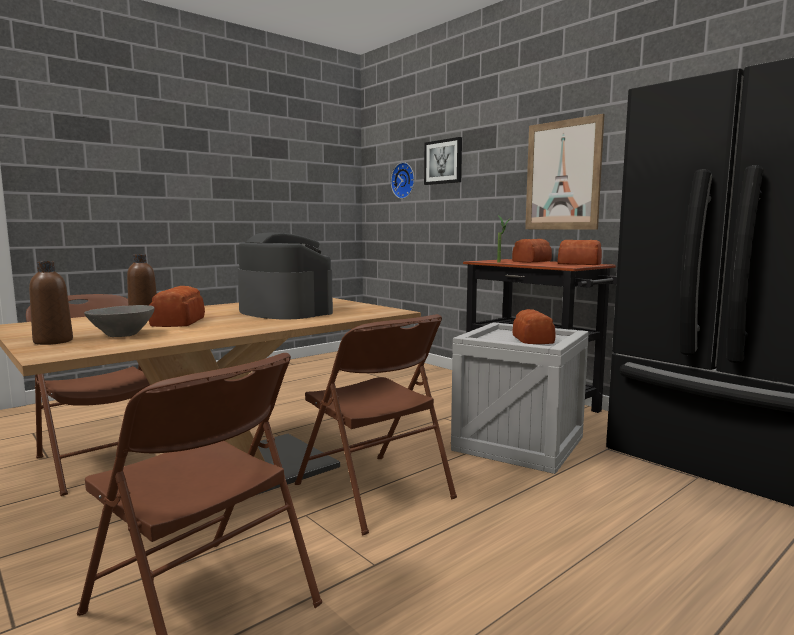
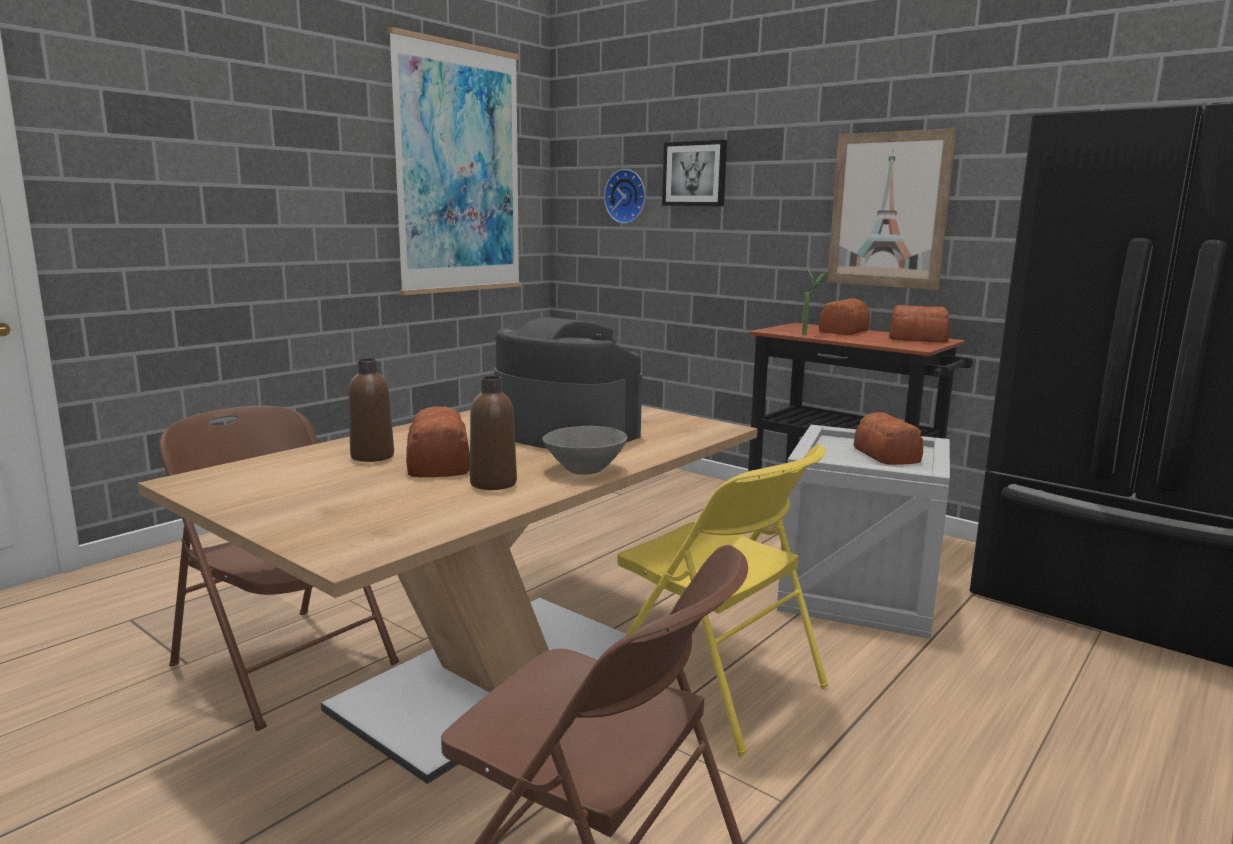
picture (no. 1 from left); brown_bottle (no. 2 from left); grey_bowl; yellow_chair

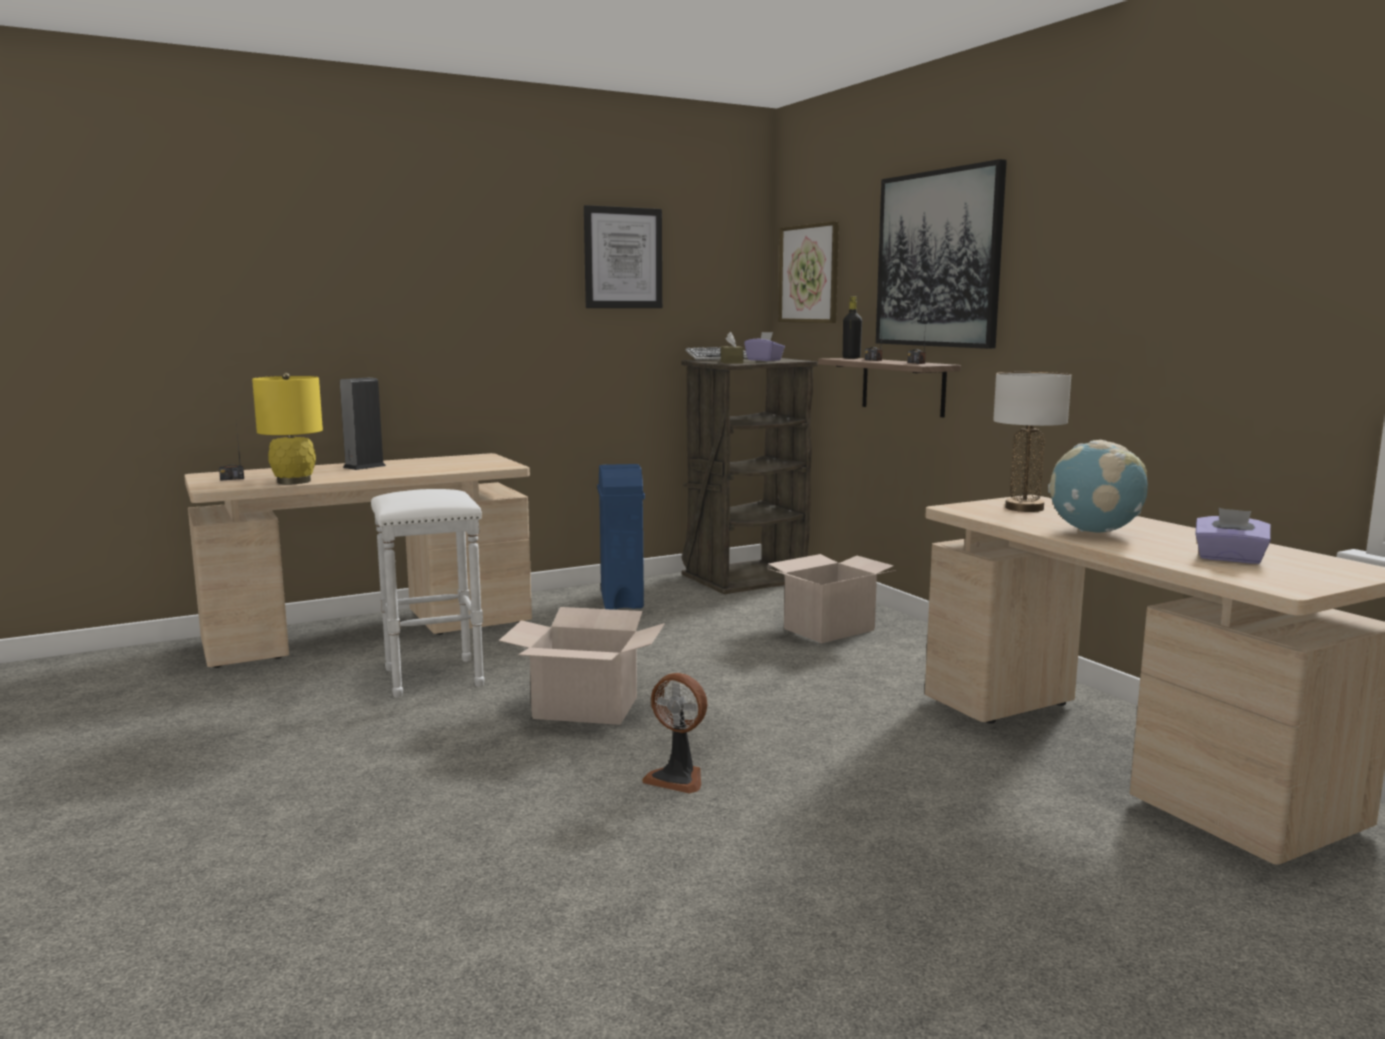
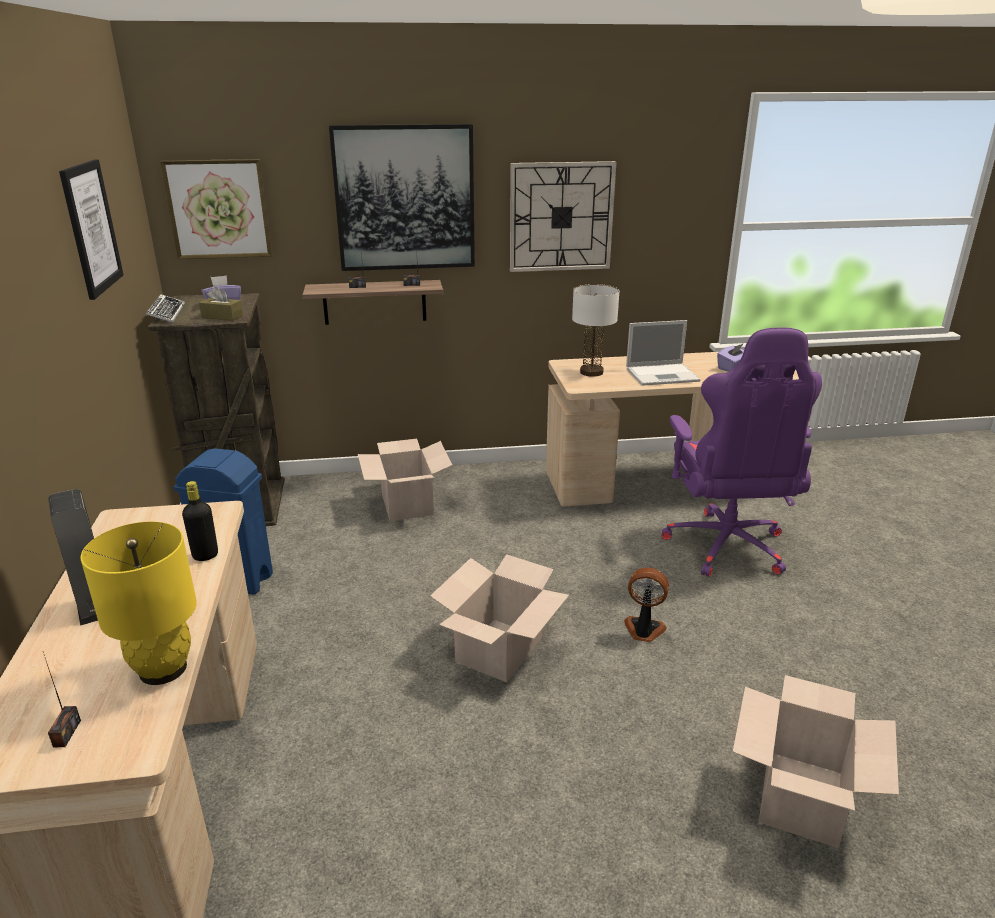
black_bottle; wall_clock; fan; laptop; purple_office_chair; cardboard_box (no. 3 from left); white_stool

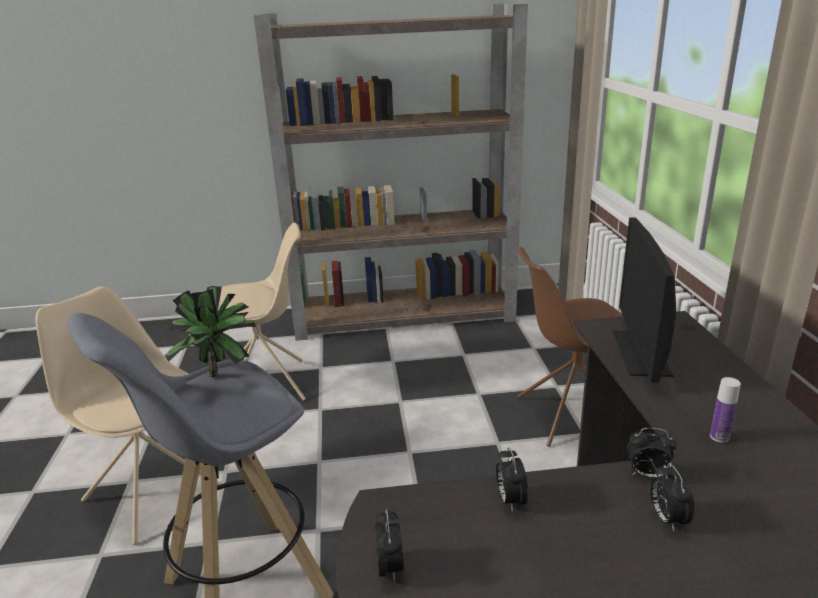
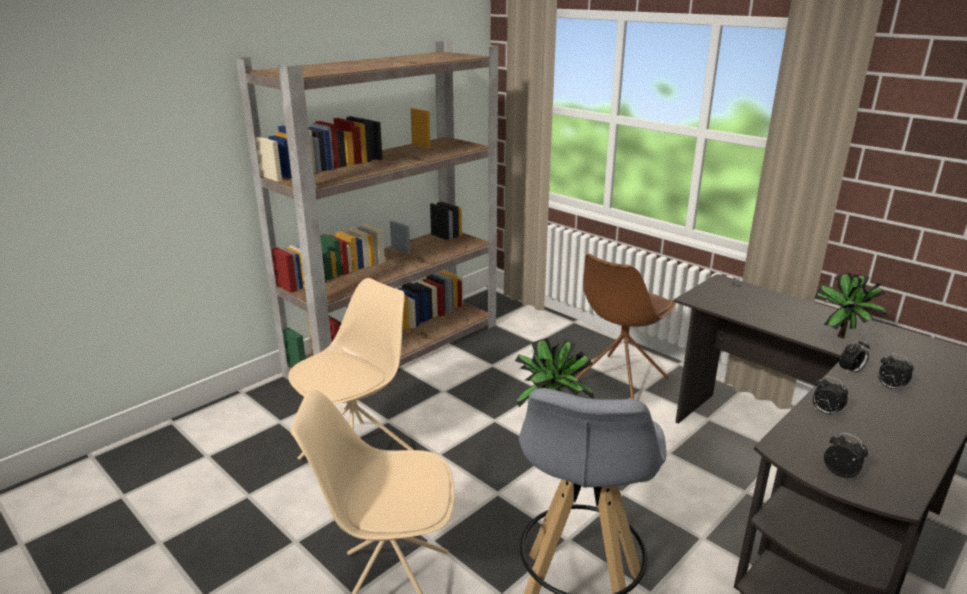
potted_plant (no. 2 from left); monitor

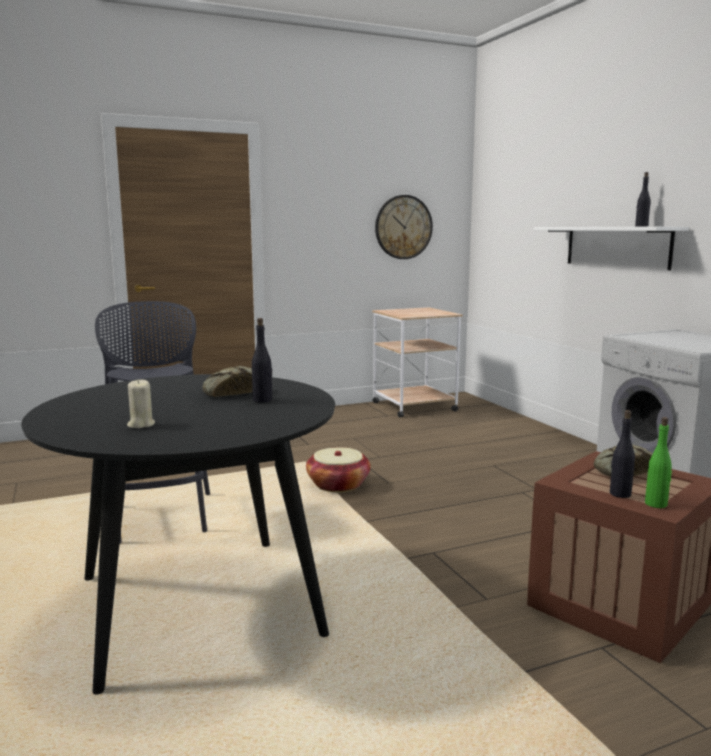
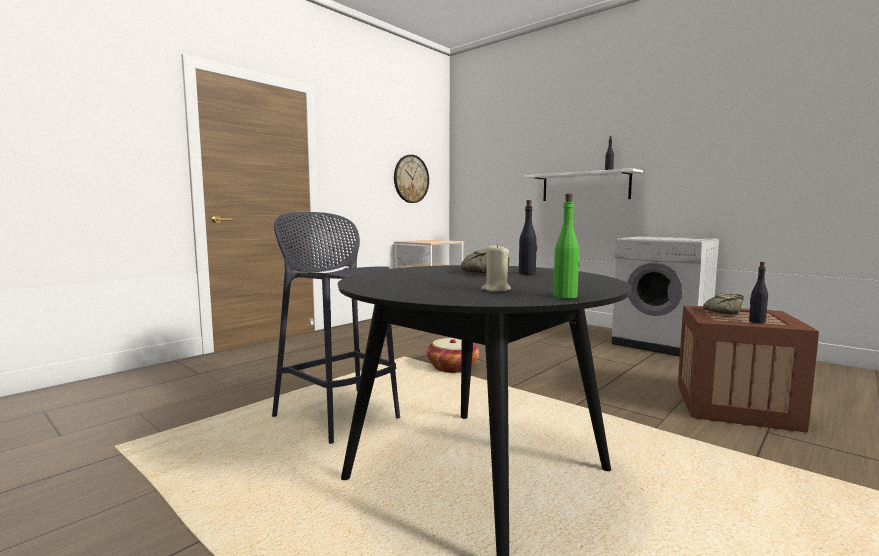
green_bottle

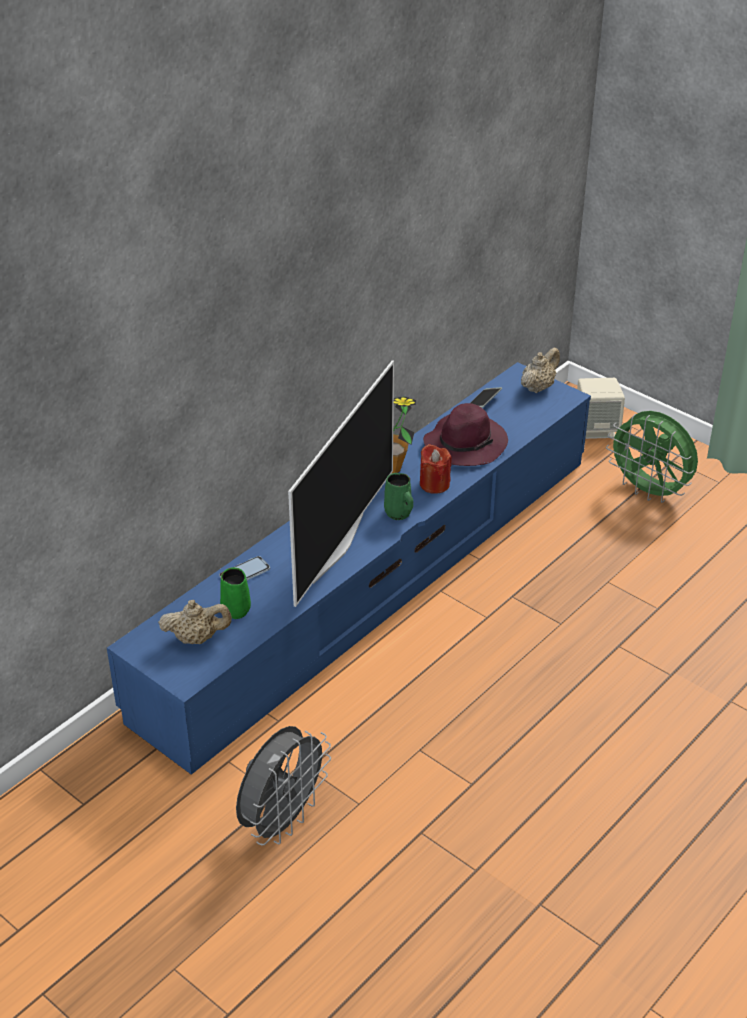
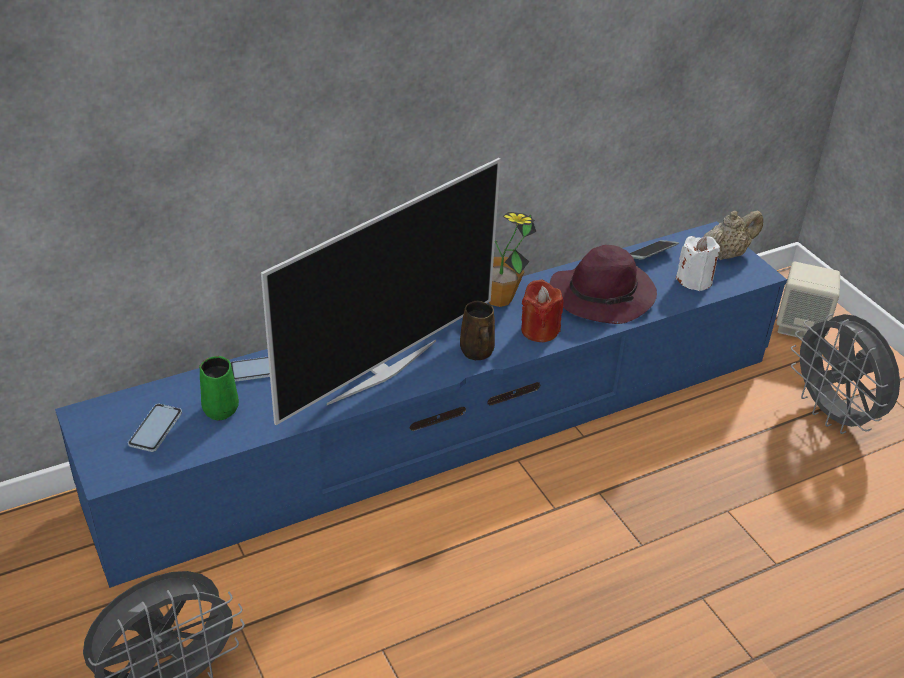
phone (no. 1 from left); brown_mug; white_candle; grey_fan (no. 2 from left)

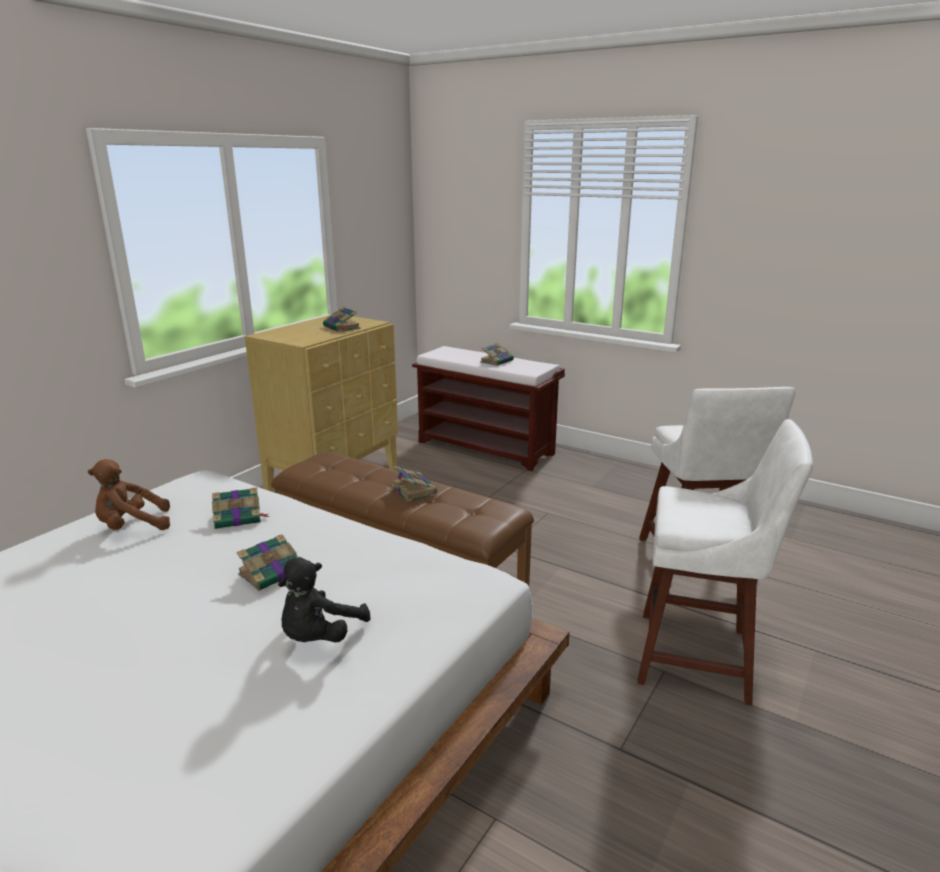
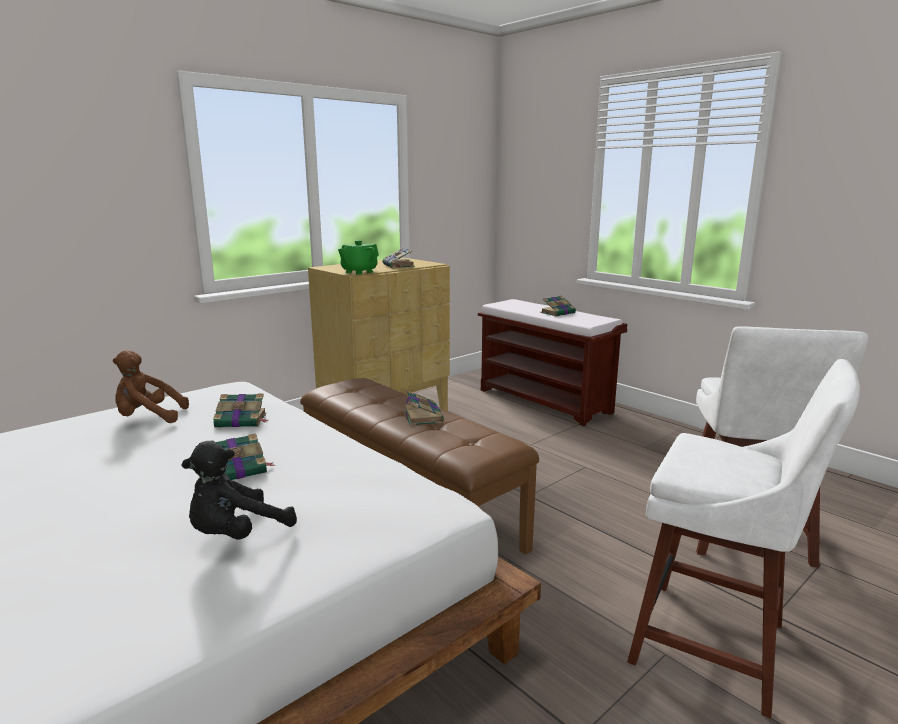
green_teapot

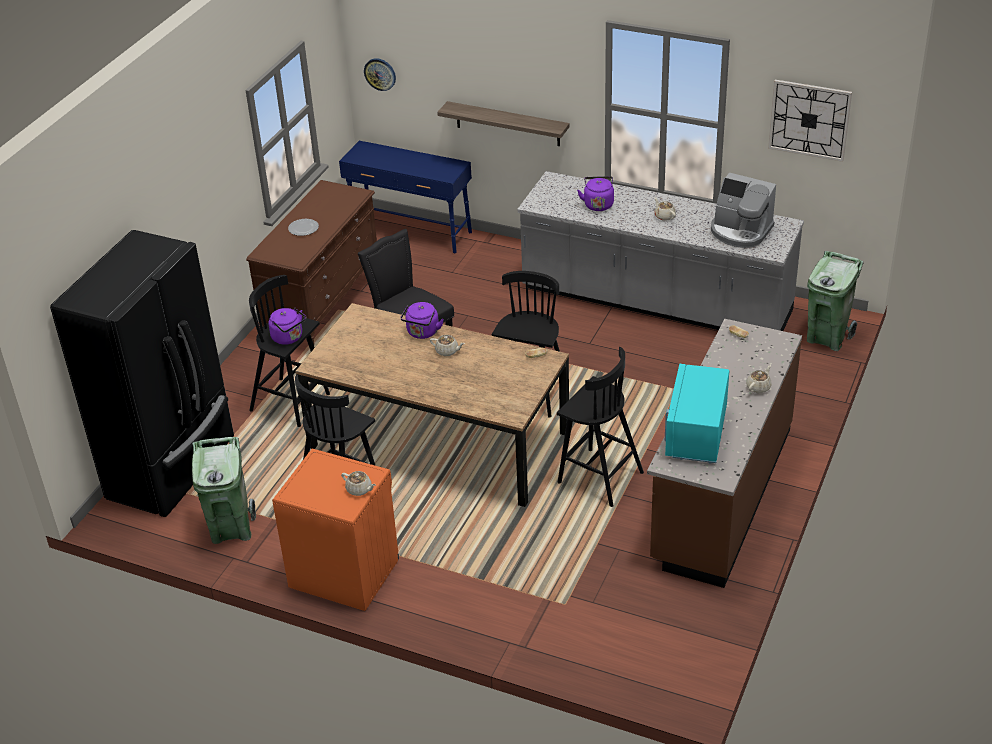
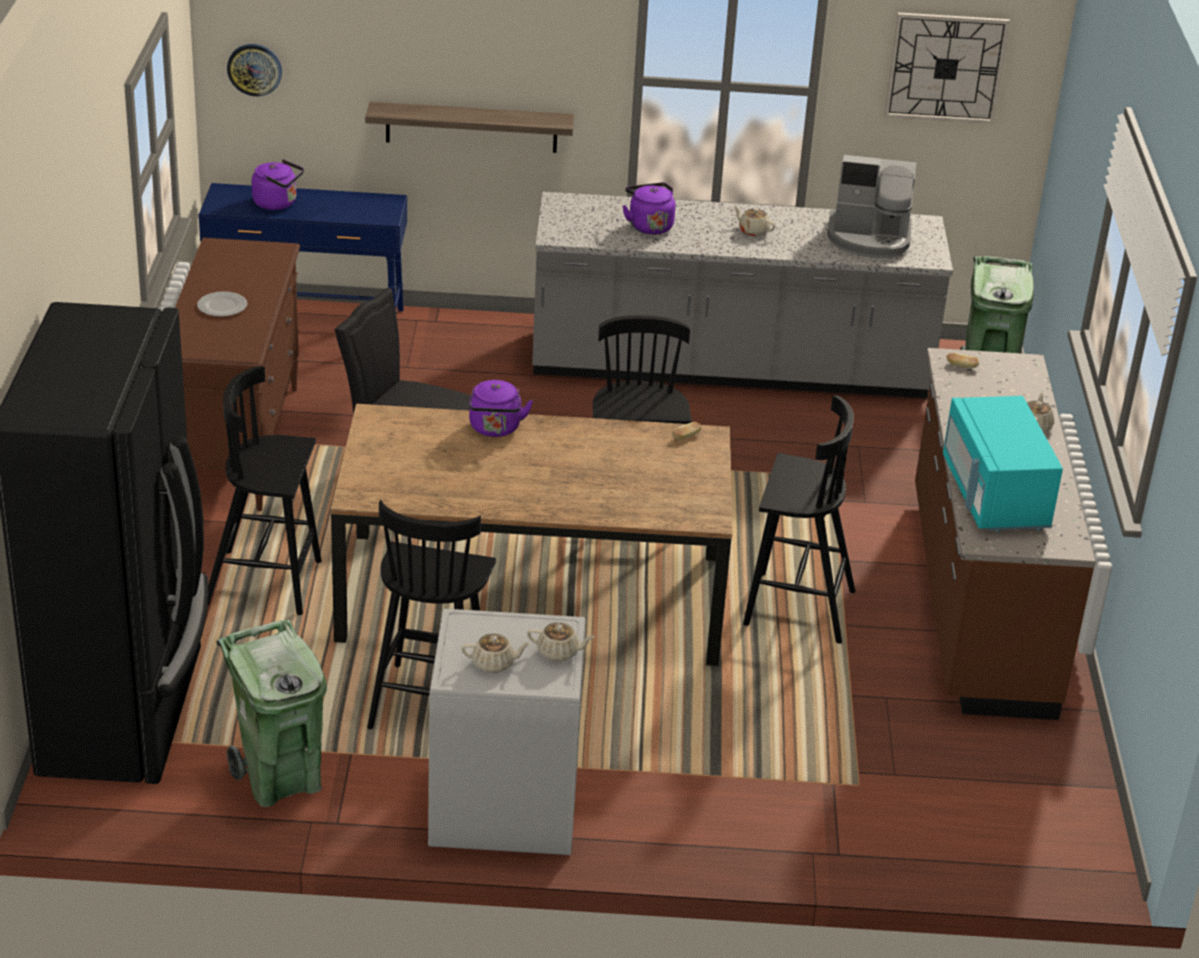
purple_kettle (no. 1 from left); white_washing_machine; beige_teapot (no. 1 from left)

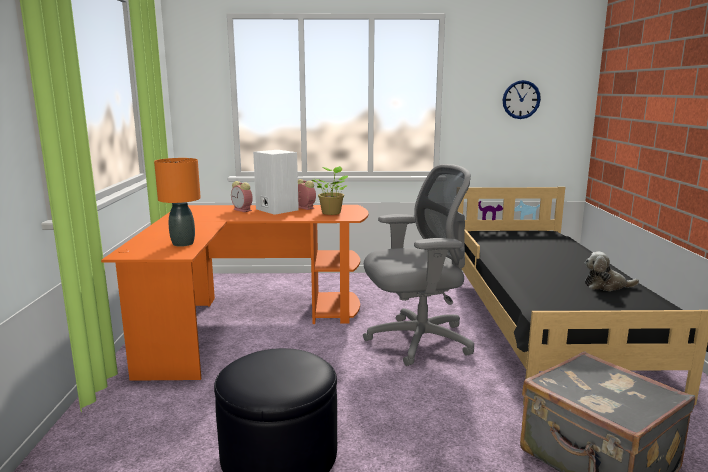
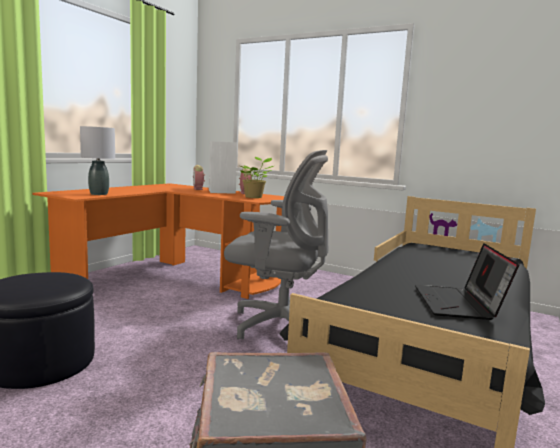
grey_table_lamp; laptop; wall_clock

